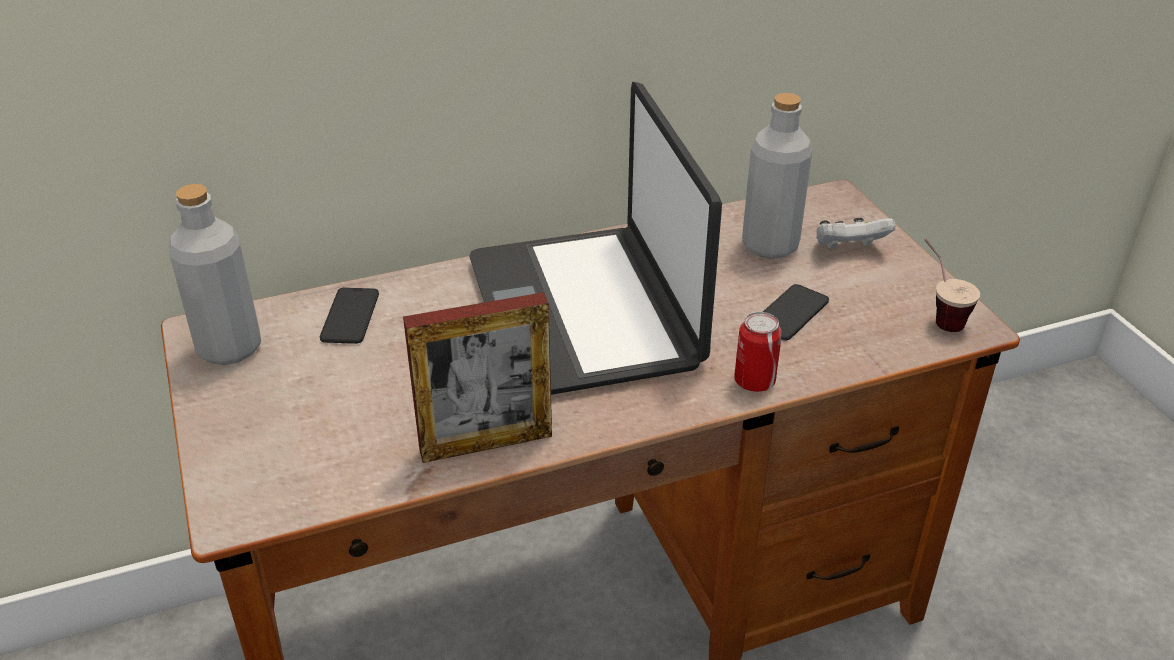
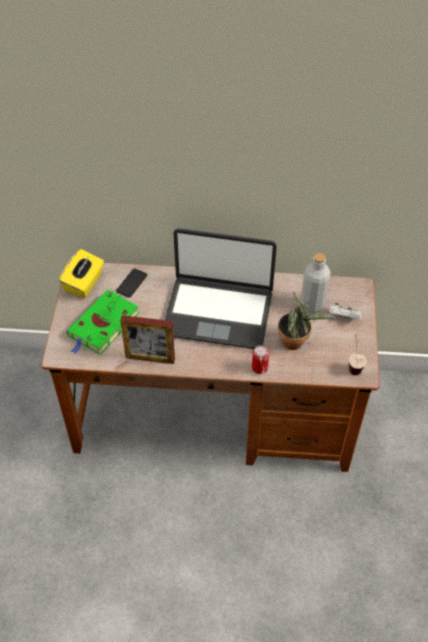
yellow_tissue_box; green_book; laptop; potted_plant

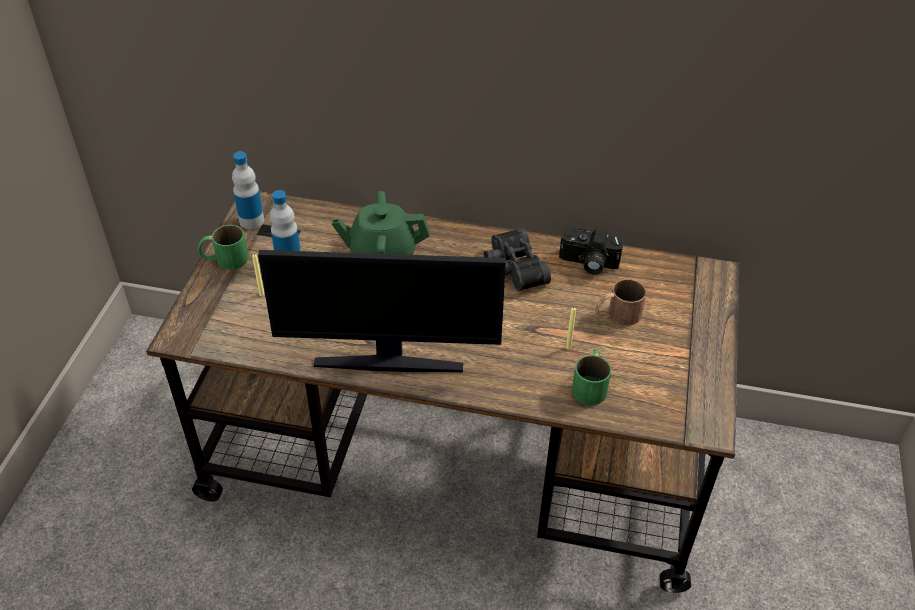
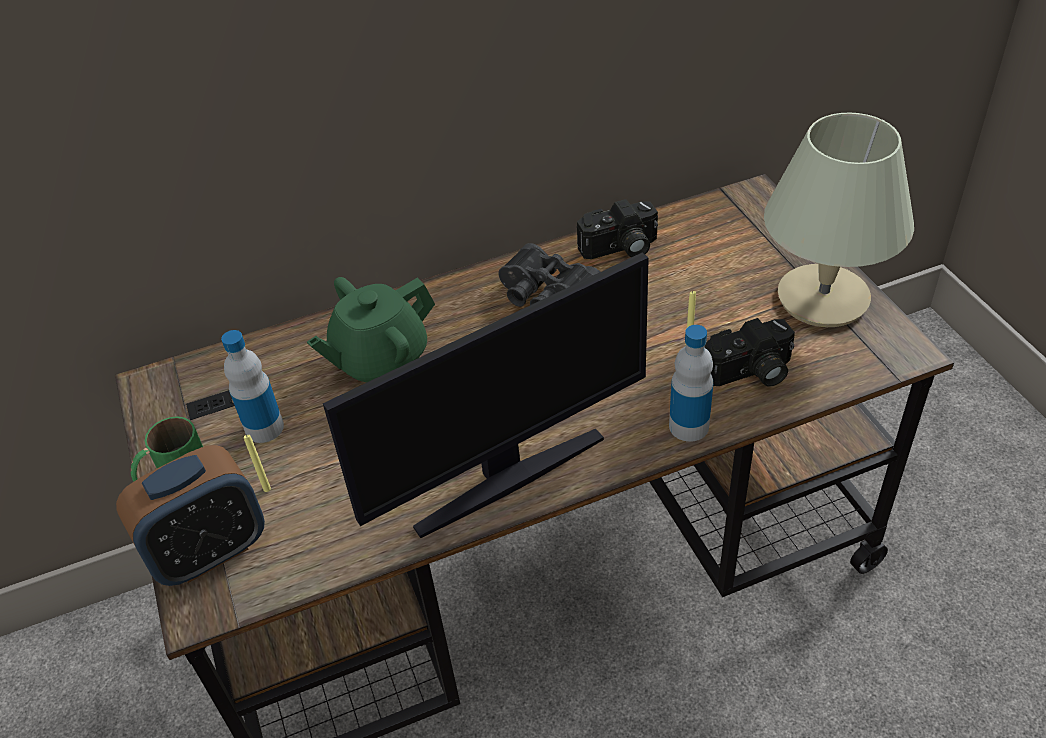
alarm_clock; bottle (no. 2 from left); photo_camera (no. 2 from left); beige_table_lamp; brown_mug

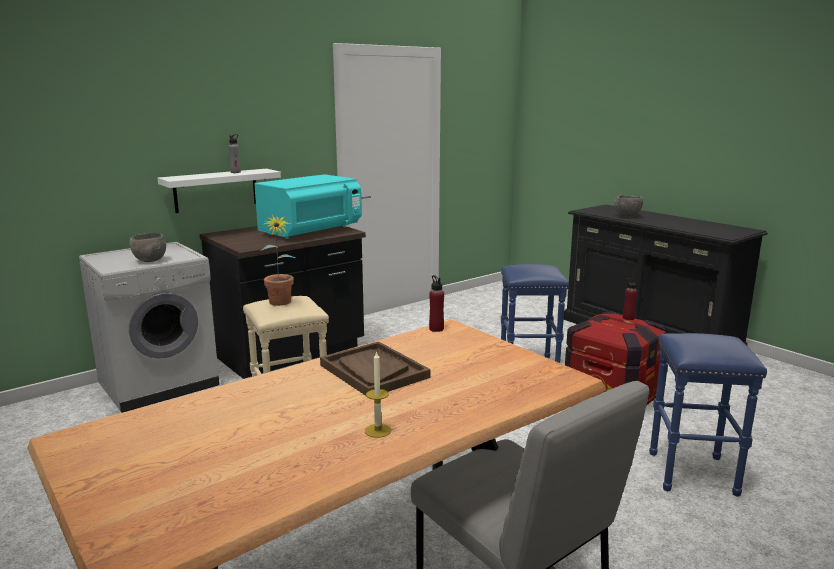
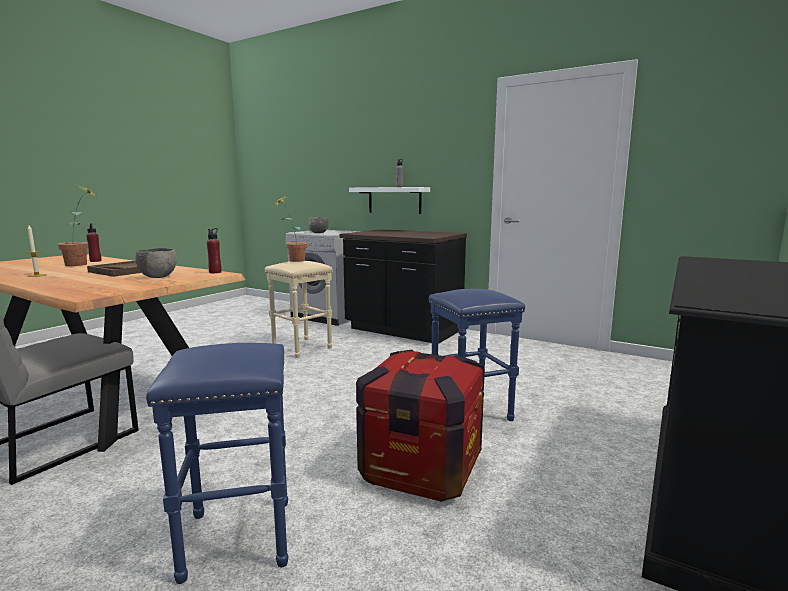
potted_plant (no. 1 from left); red_bottle (no. 1 from left); grey_bowl (no. 1 from left); turquoise_microwave

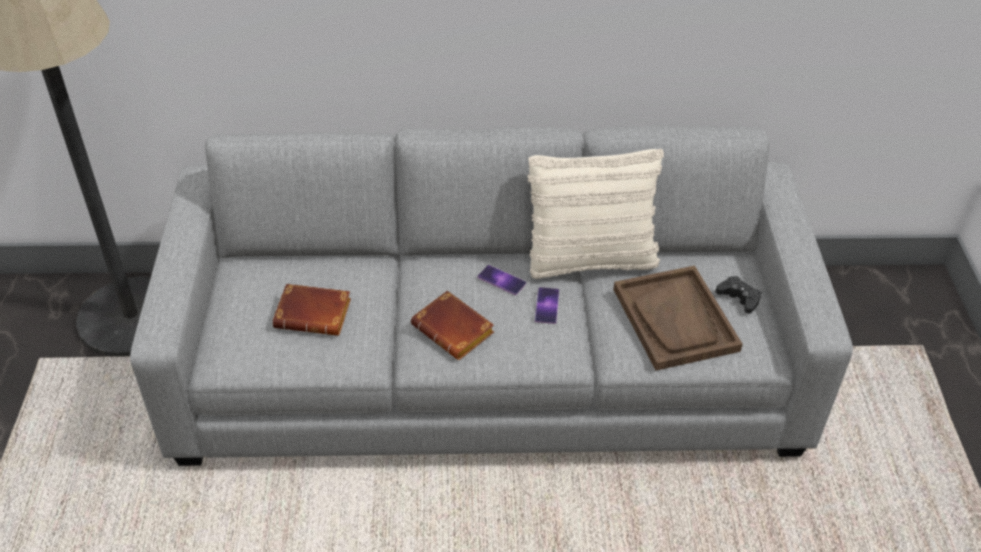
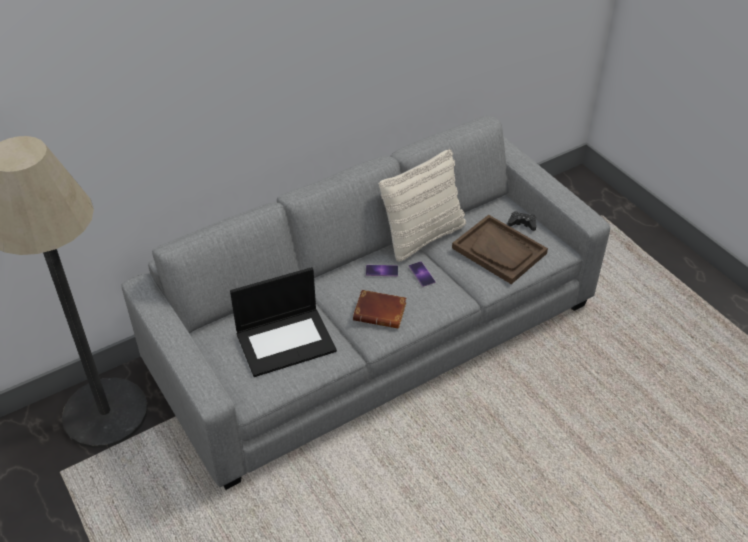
laptop

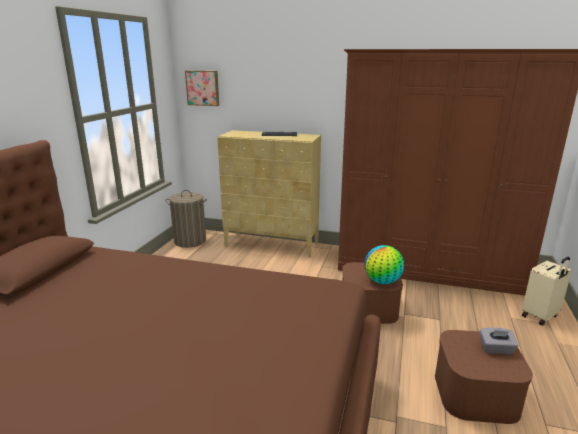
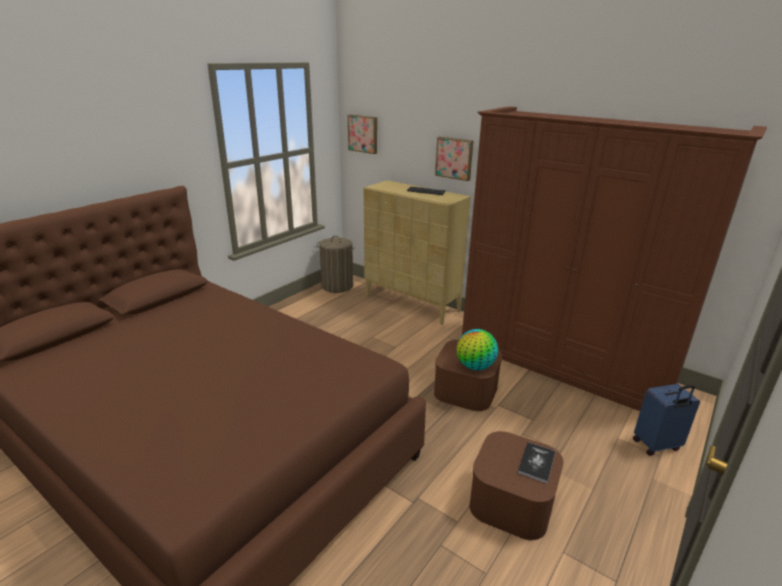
picture (no. 2 from left); book; blue_suitcase

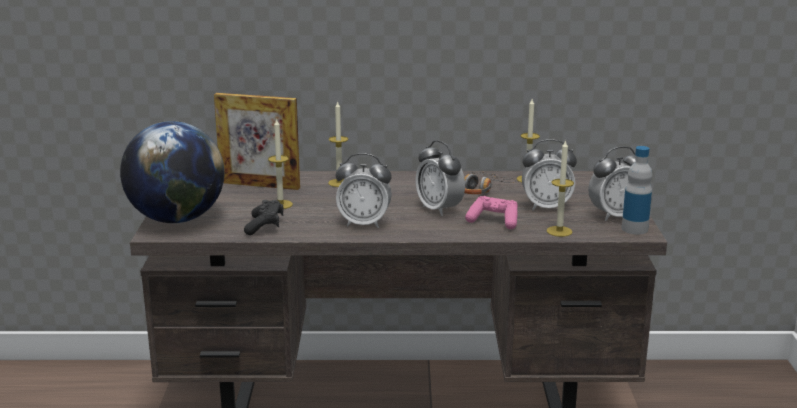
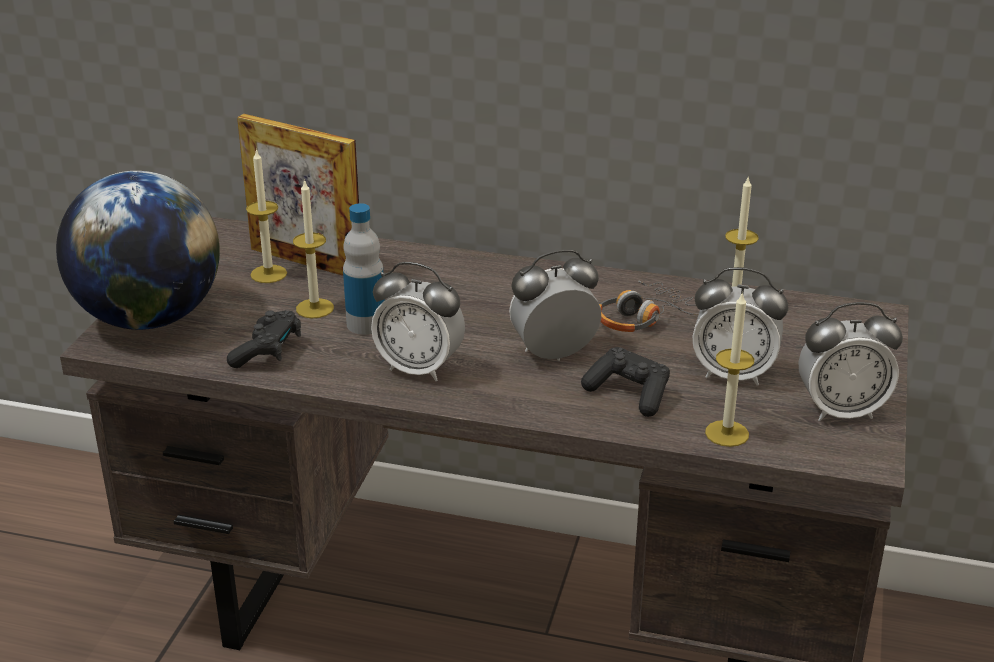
candle (no. 1 from left); bottle; alarm_clock (no. 2 from left); black_game_controller (no. 2 from left)

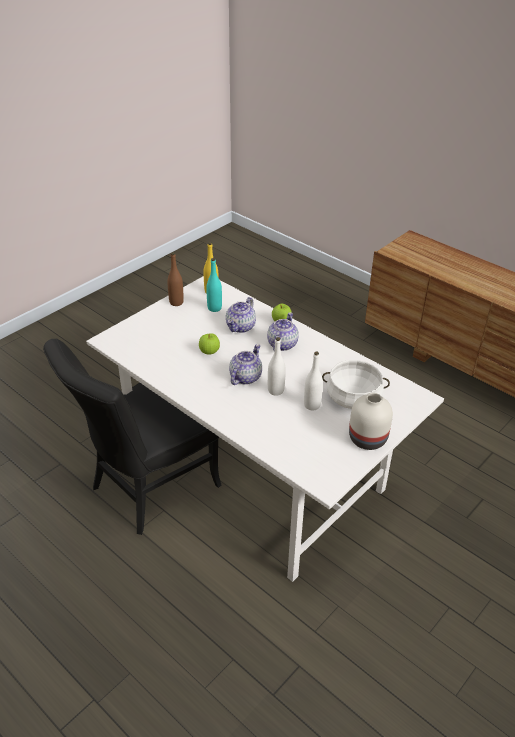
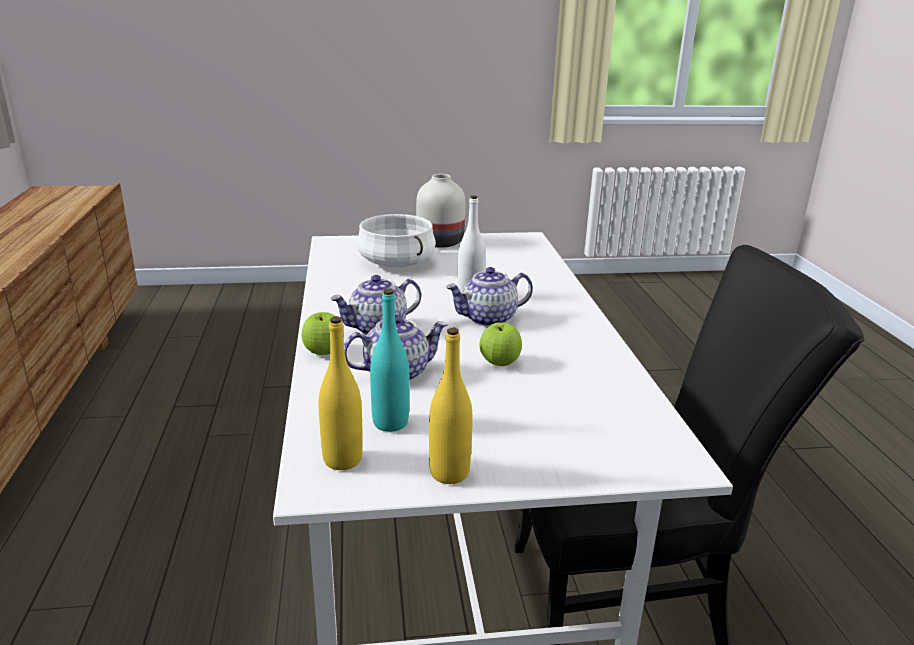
yellow_bottle (no. 2 from left); white_bottle (no. 2 from left in the first image)

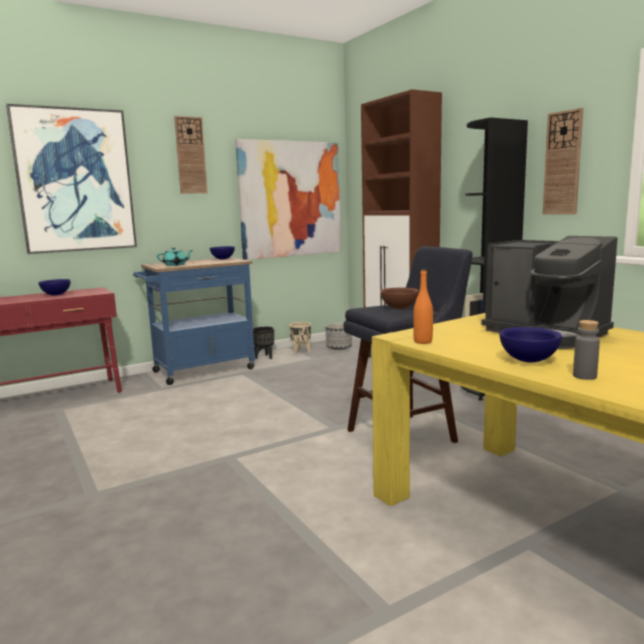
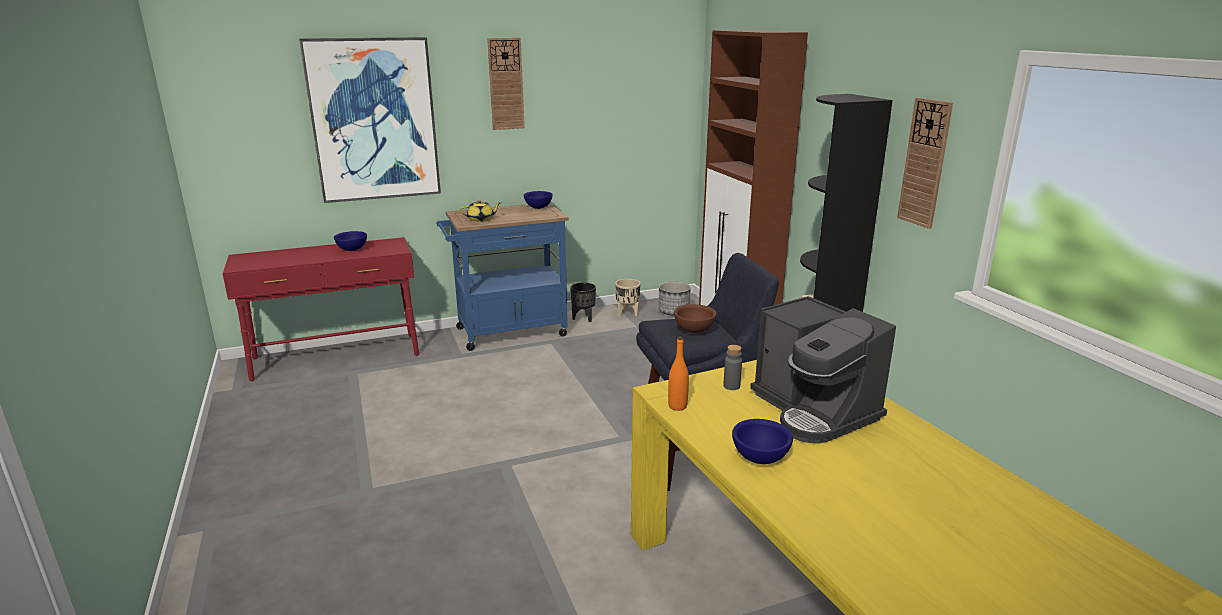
yellow_teapot; grey_bottle; picture (no. 2 from left in the first image)

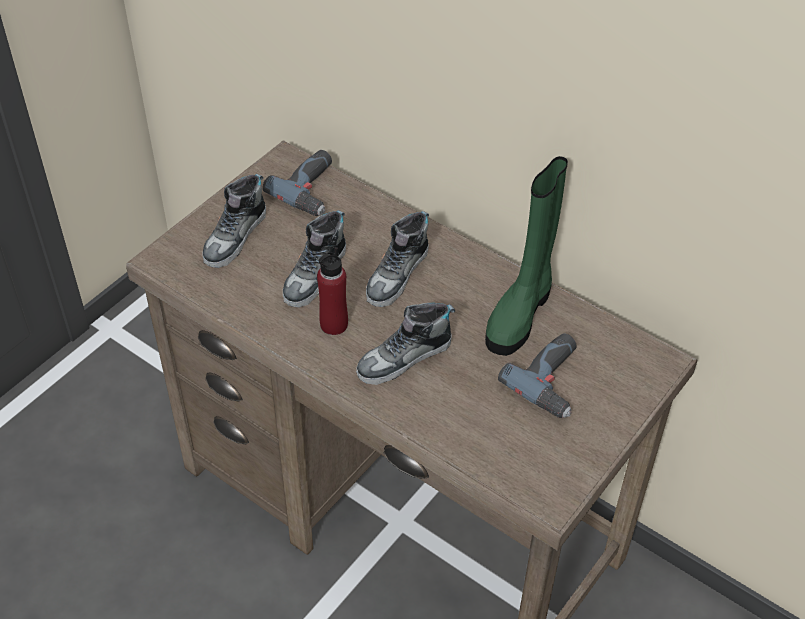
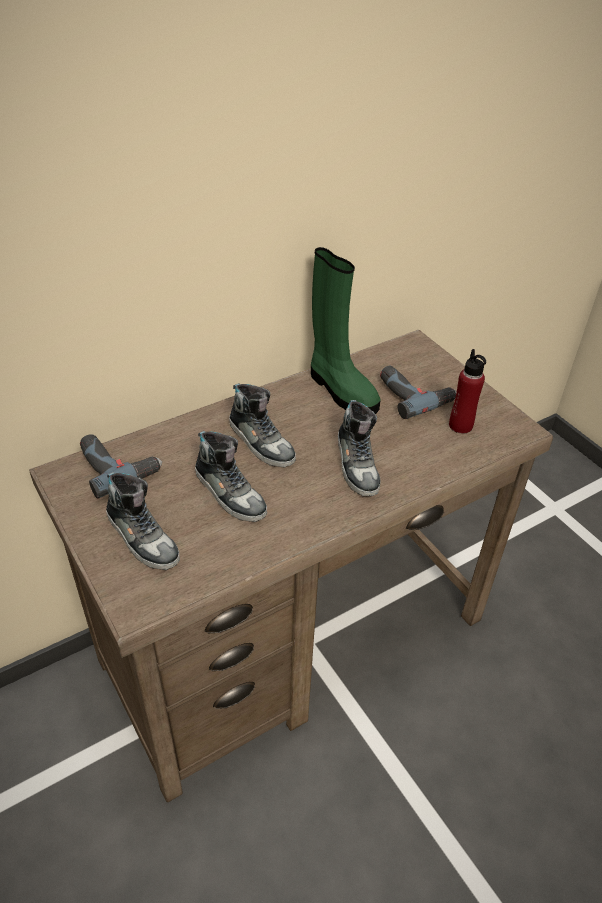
red_bottle

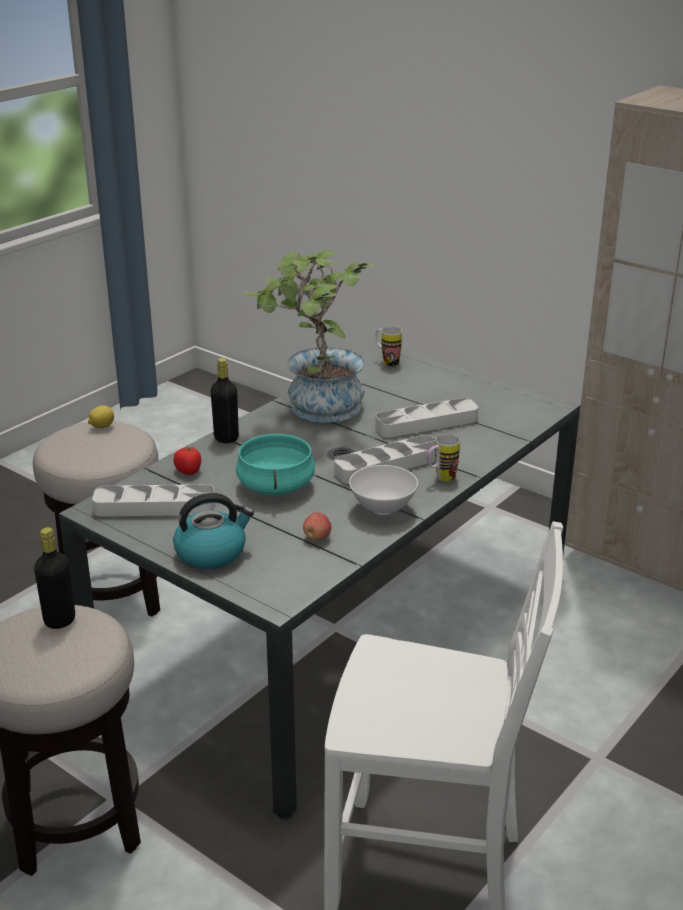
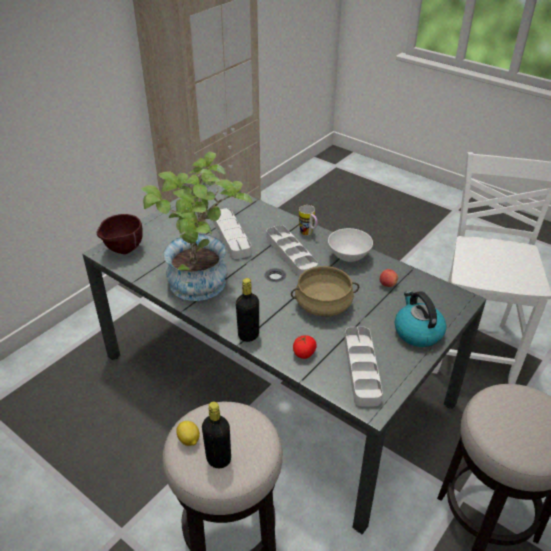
brown_bowl; black_bottle (no. 1 from left); beige_cooking_pot

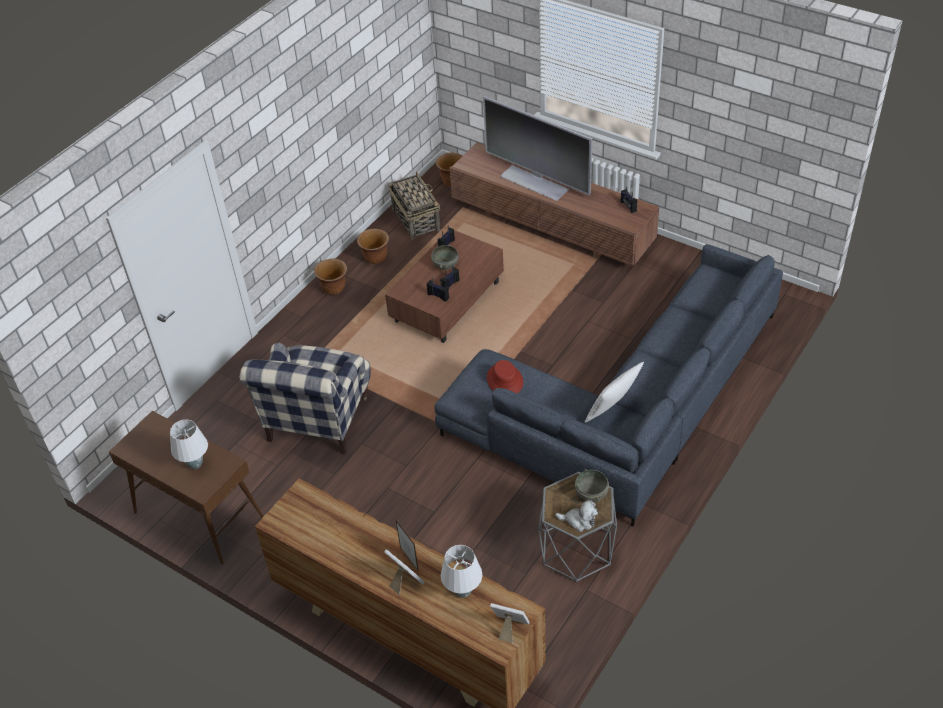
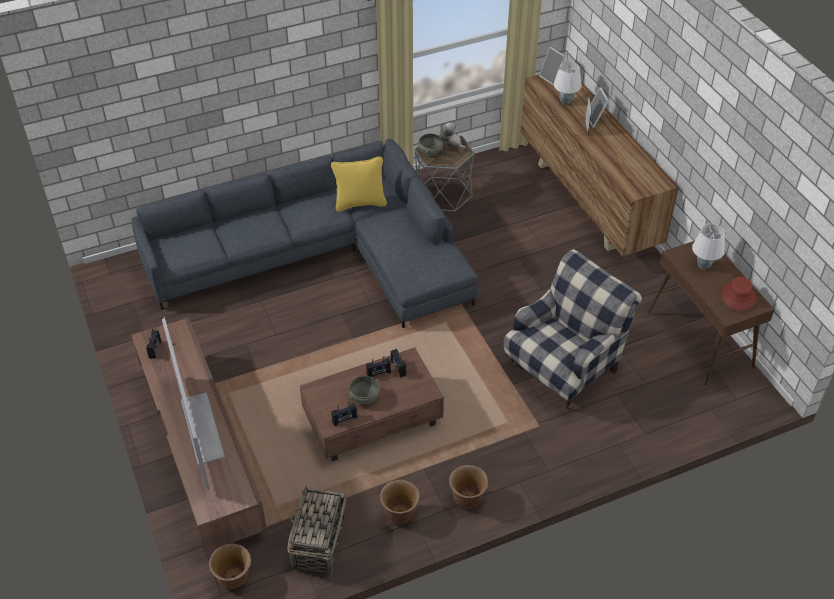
yellow_pillow; red_hat

